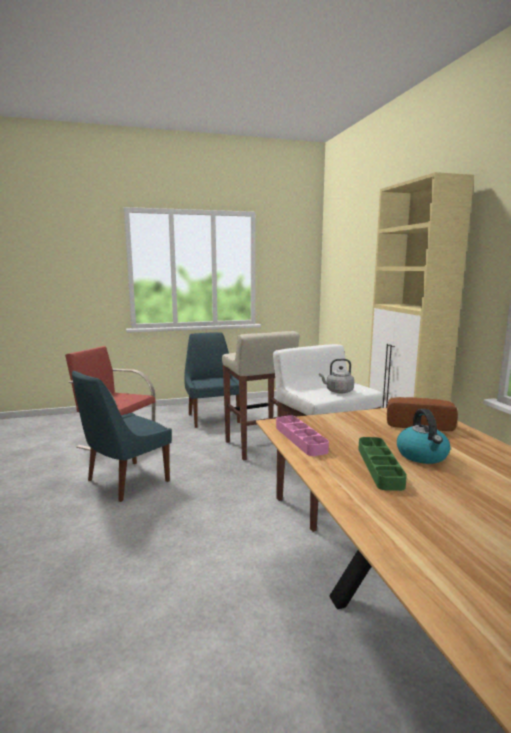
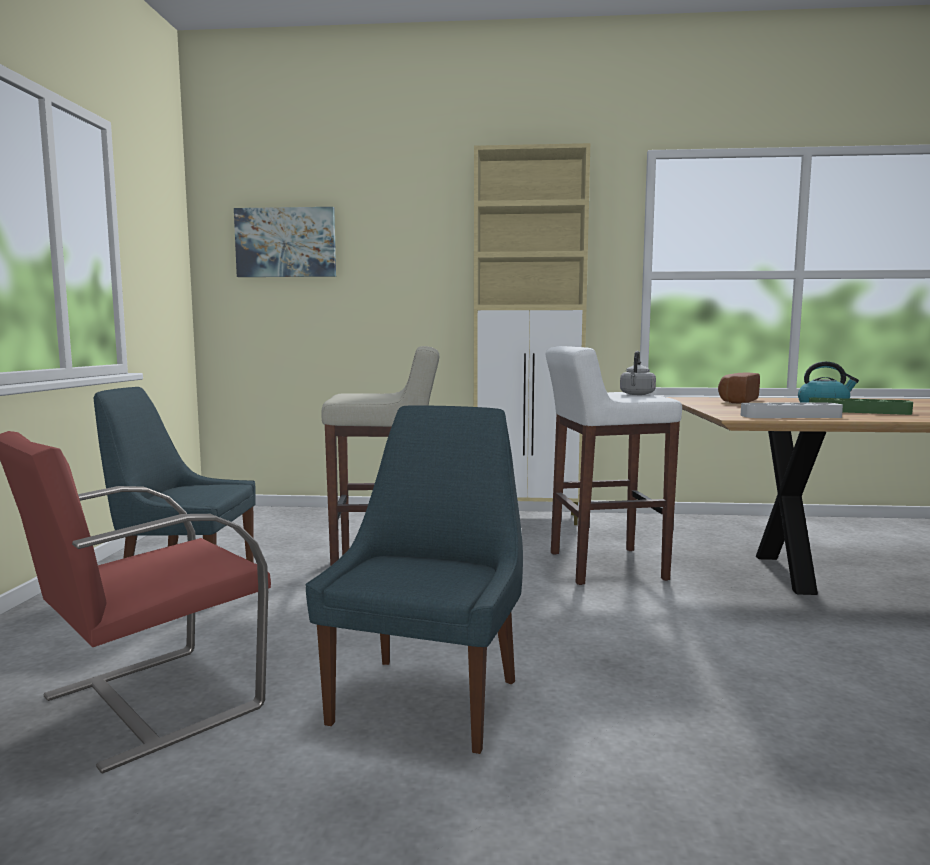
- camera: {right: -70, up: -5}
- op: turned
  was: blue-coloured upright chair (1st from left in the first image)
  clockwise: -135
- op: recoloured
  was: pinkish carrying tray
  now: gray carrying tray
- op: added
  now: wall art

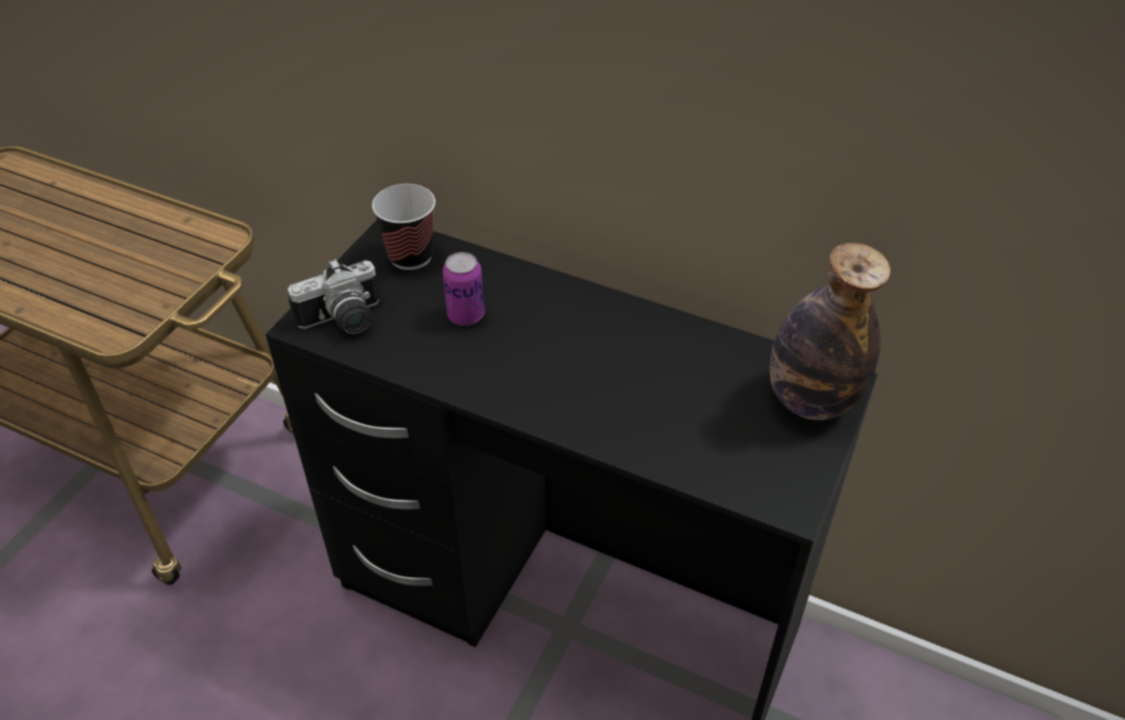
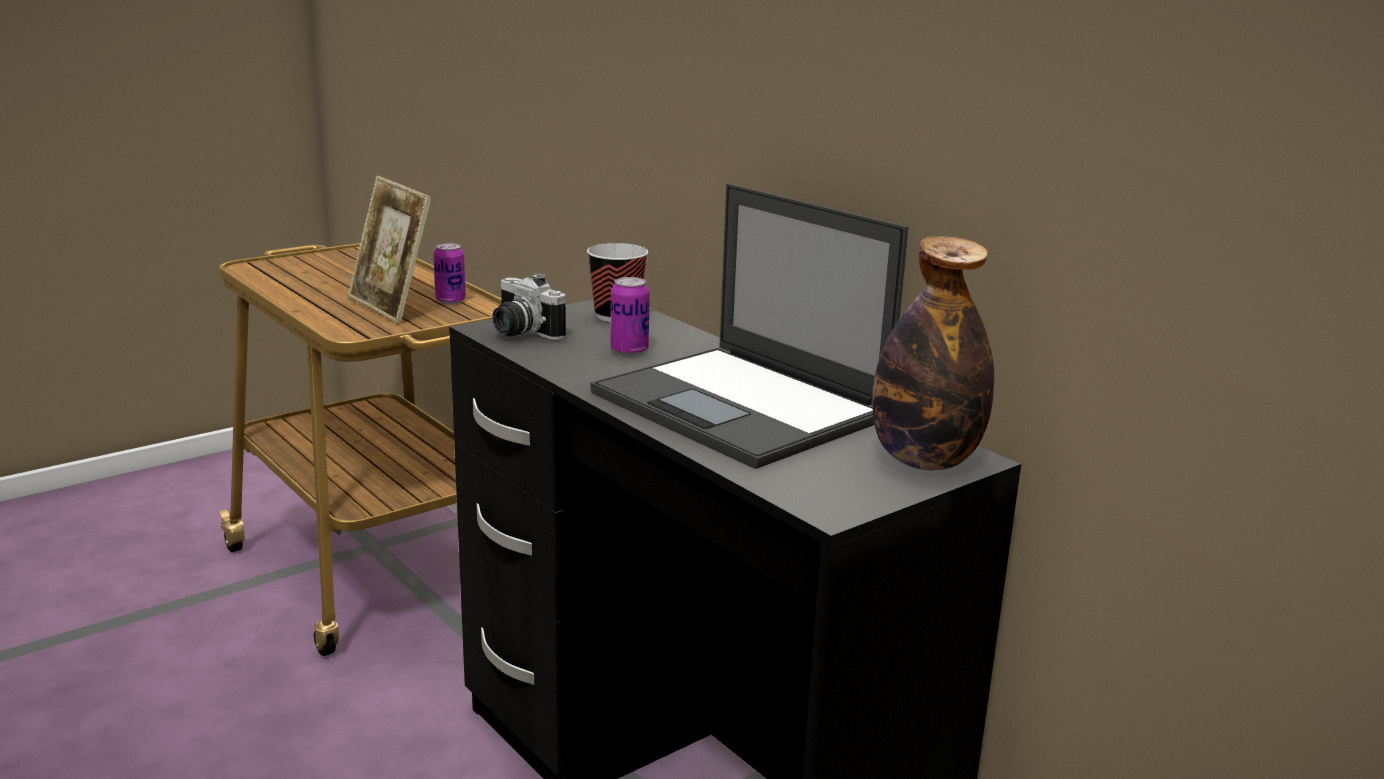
- camera: {right: 25, up: -25}
- op: turned
  was: still camera
  clockwise: 45
- op: added
  now: photo frame
- op: added
  now: notebook computer
- op: added
  now: can (1st from left)

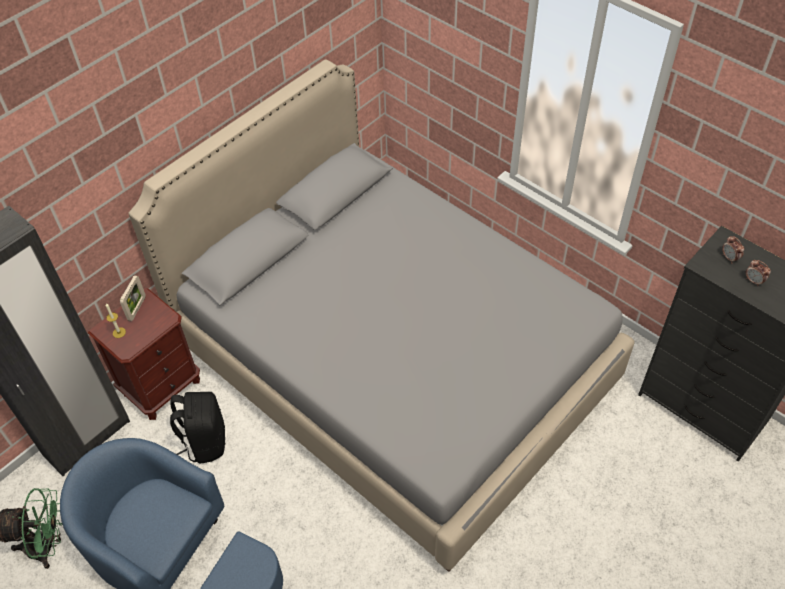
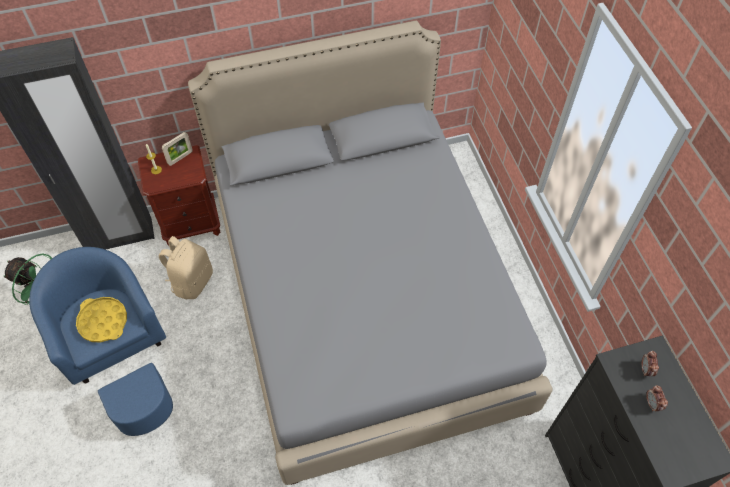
- camera: {right: 30, up: 5}
- op: recoloured
  was: black backpack
  now: beige-coloured backpack
- op: added
  now: yellow-coloured carrying tray

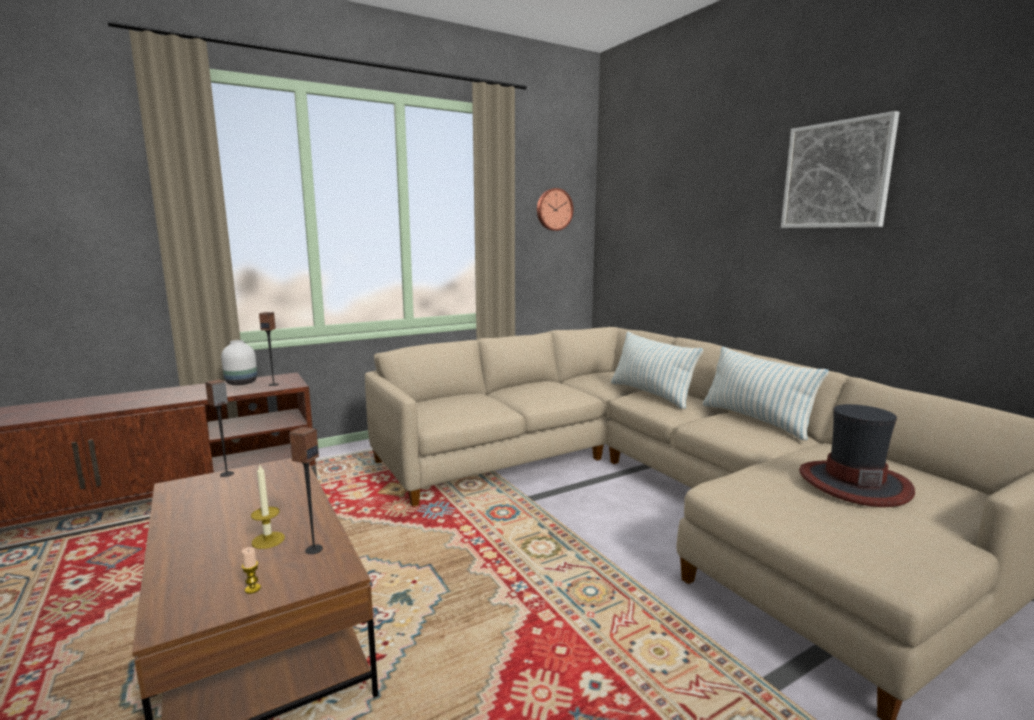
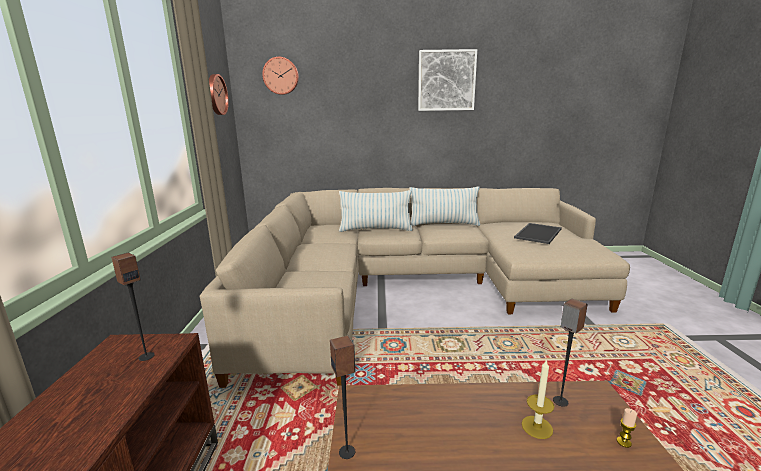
- camera: {right: -60, up: 5}
- op: removed
  was: white vase
- op: replaced
  was: hat
  now: carrying tray
- op: added
  now: wall clock (2nd from left)

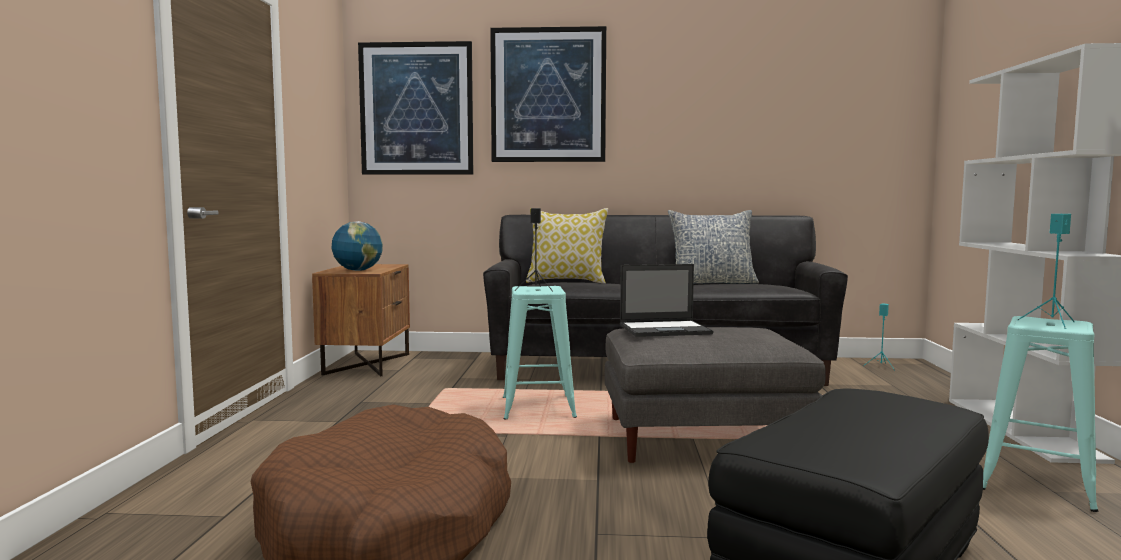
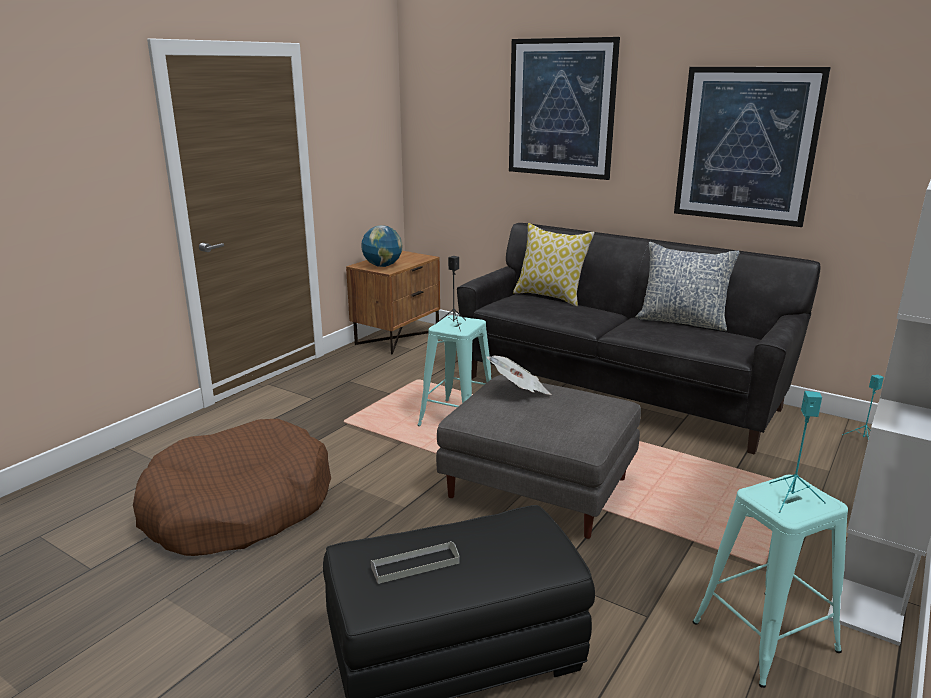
- camera: {right: 30, up: 15}
- op: moved
  was: wall art (1st from left in the first image)
  now: wall art (2nd from left)
- op: replaced
  was: notebook computer
  now: newspaper
- op: added
  now: gray carrying tray

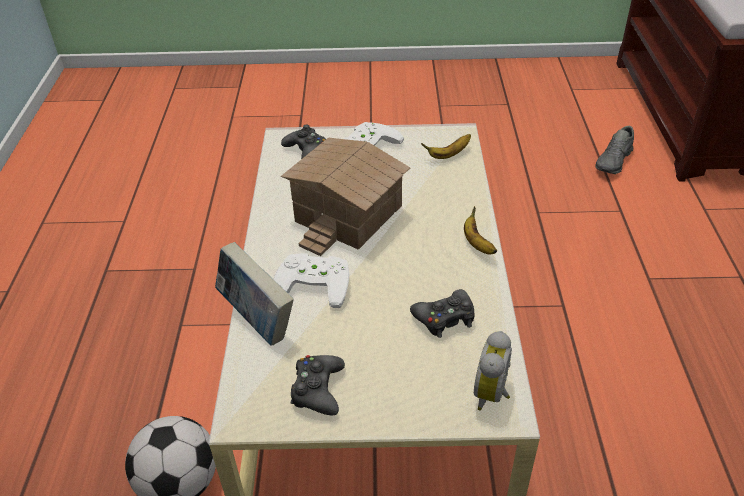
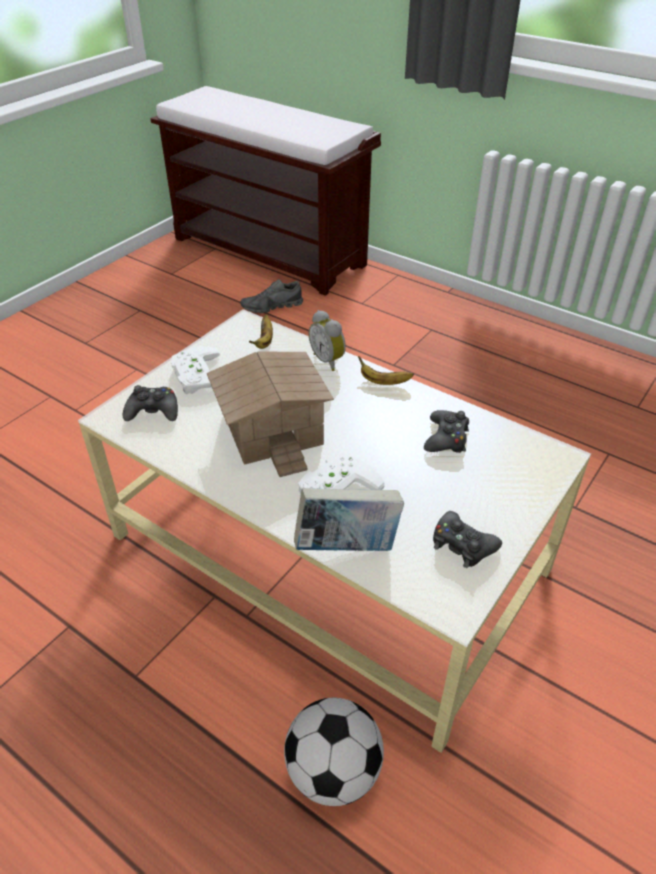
- camera: {right: -55, up: 0}
- op: turned
  was: gray low shoe
  clockwise: 90
- op: moved
  was: table clock

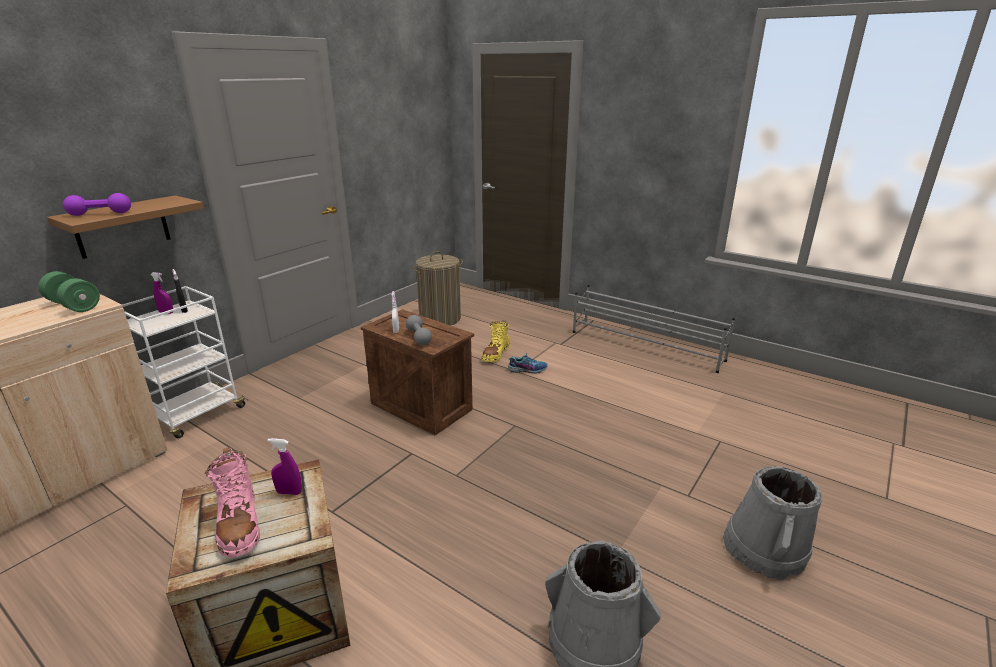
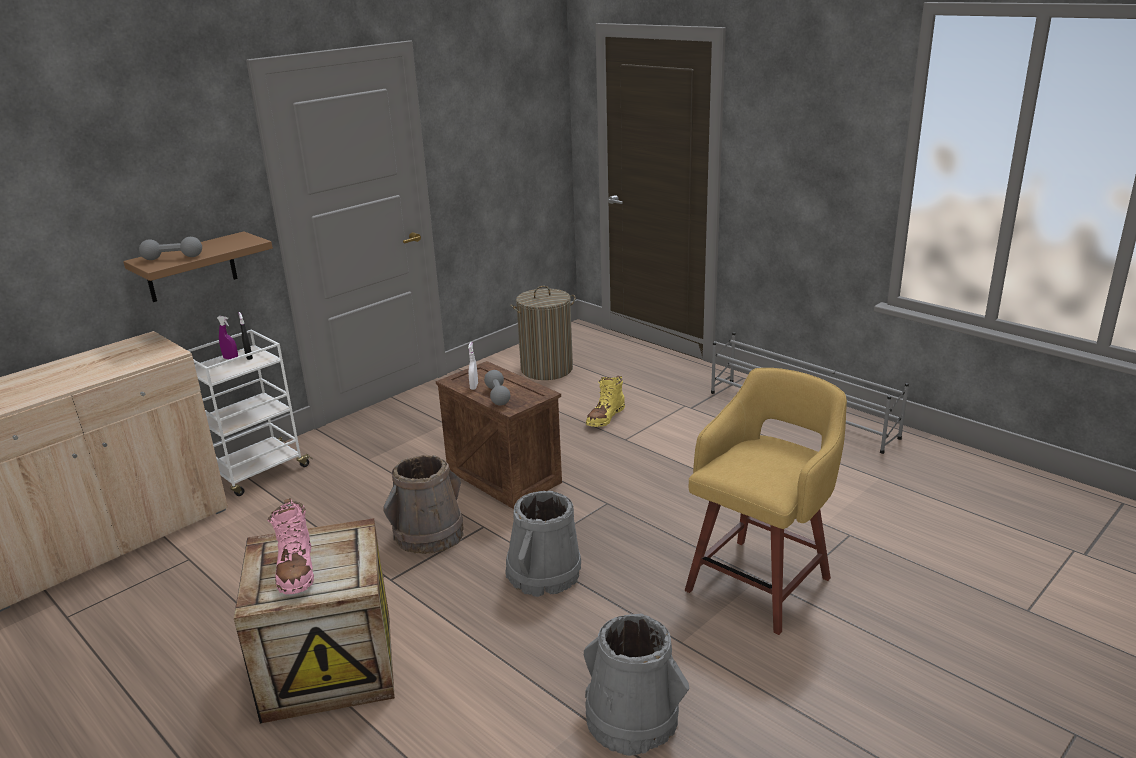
- camera: {right: 10, up: 0}
- op: recoloured
  was: purple-coloured hand weight
  now: gray hand weight (1st from left)
- op: removed
  was: greenish hand weight
- op: removed
  was: low shoe
- op: removed
  was: purple-coloured hand sprayer (2nd from left)
- op: moved
  was: gray pail (2nd from left in the first image)
  now: gray pail (1st from left)
- op: added
  now: yellow-coloured sitting stool
- op: added
  now: brown pail

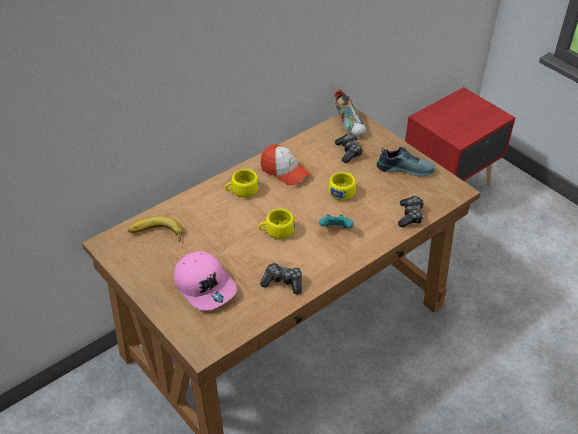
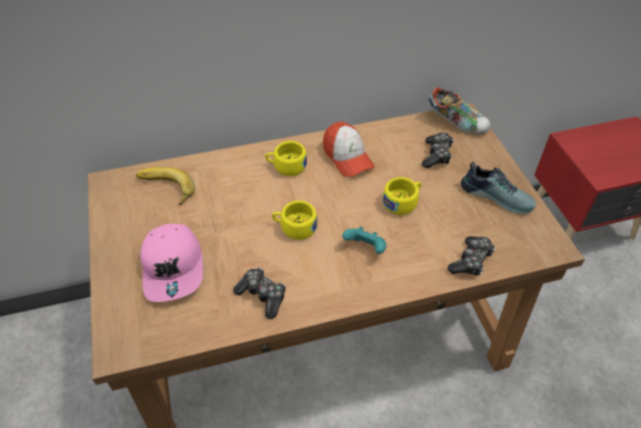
- camera: {right: 25, up: 5}
- op: turned
  was: low shoe (1st from left)
  clockwise: -60

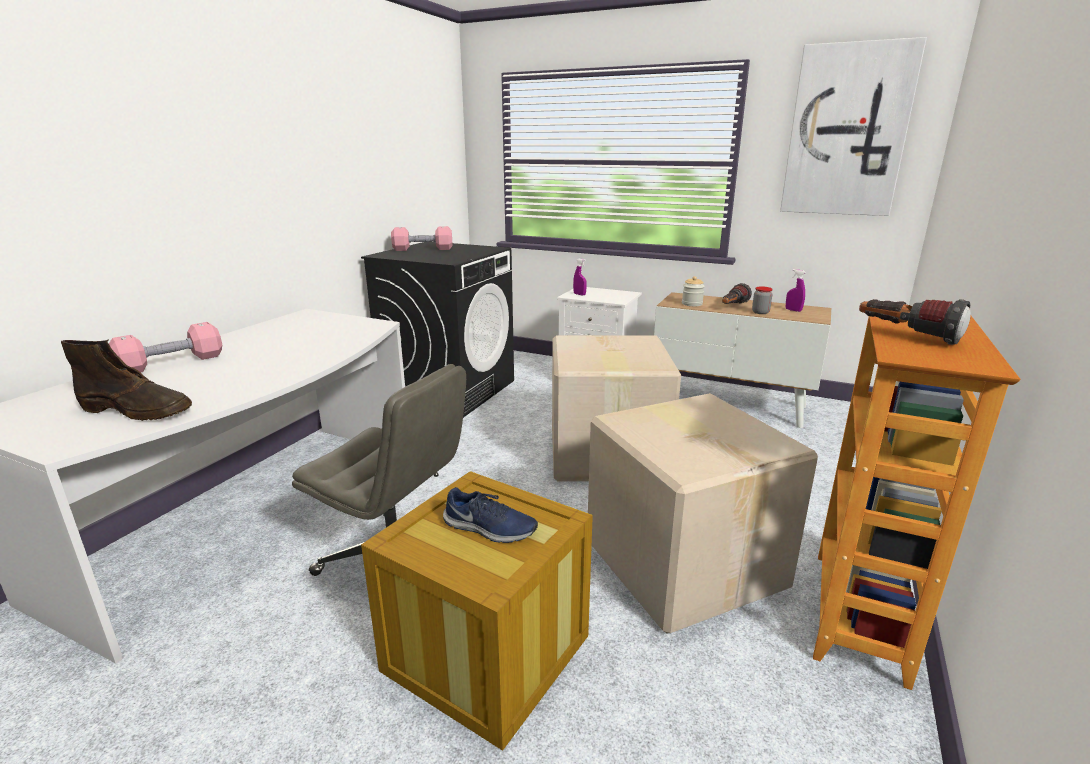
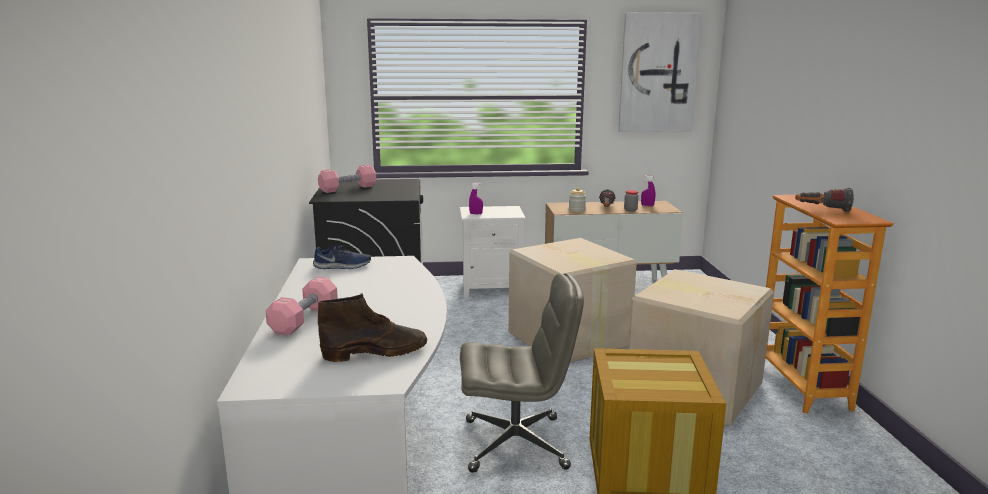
- camera: {right: -30, up: -5}
- op: moved
  was: blue-coloured low shoe

